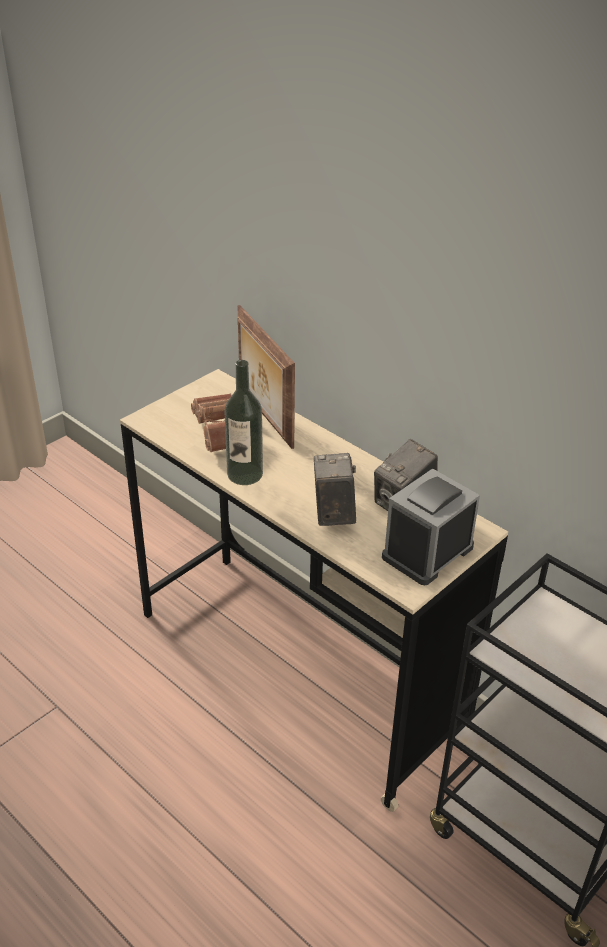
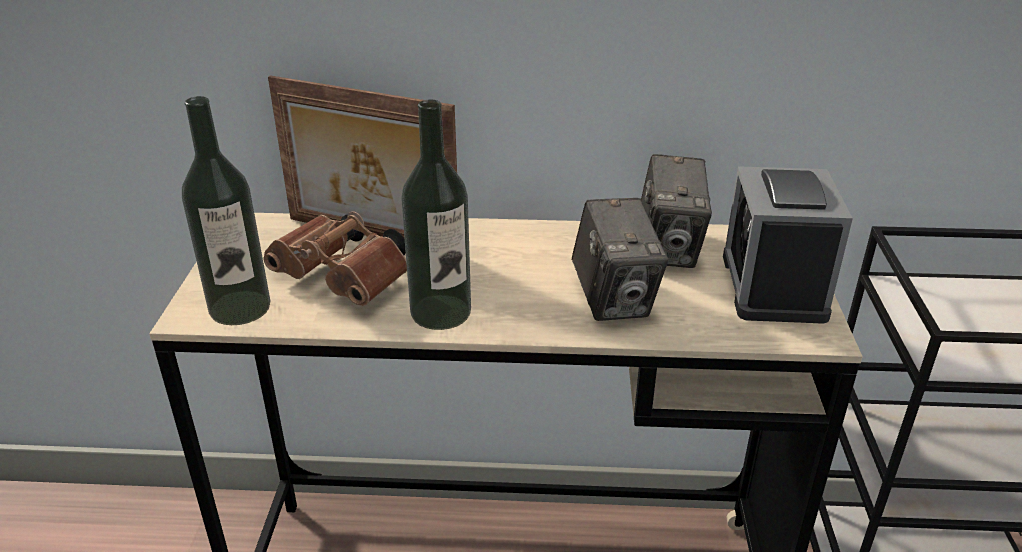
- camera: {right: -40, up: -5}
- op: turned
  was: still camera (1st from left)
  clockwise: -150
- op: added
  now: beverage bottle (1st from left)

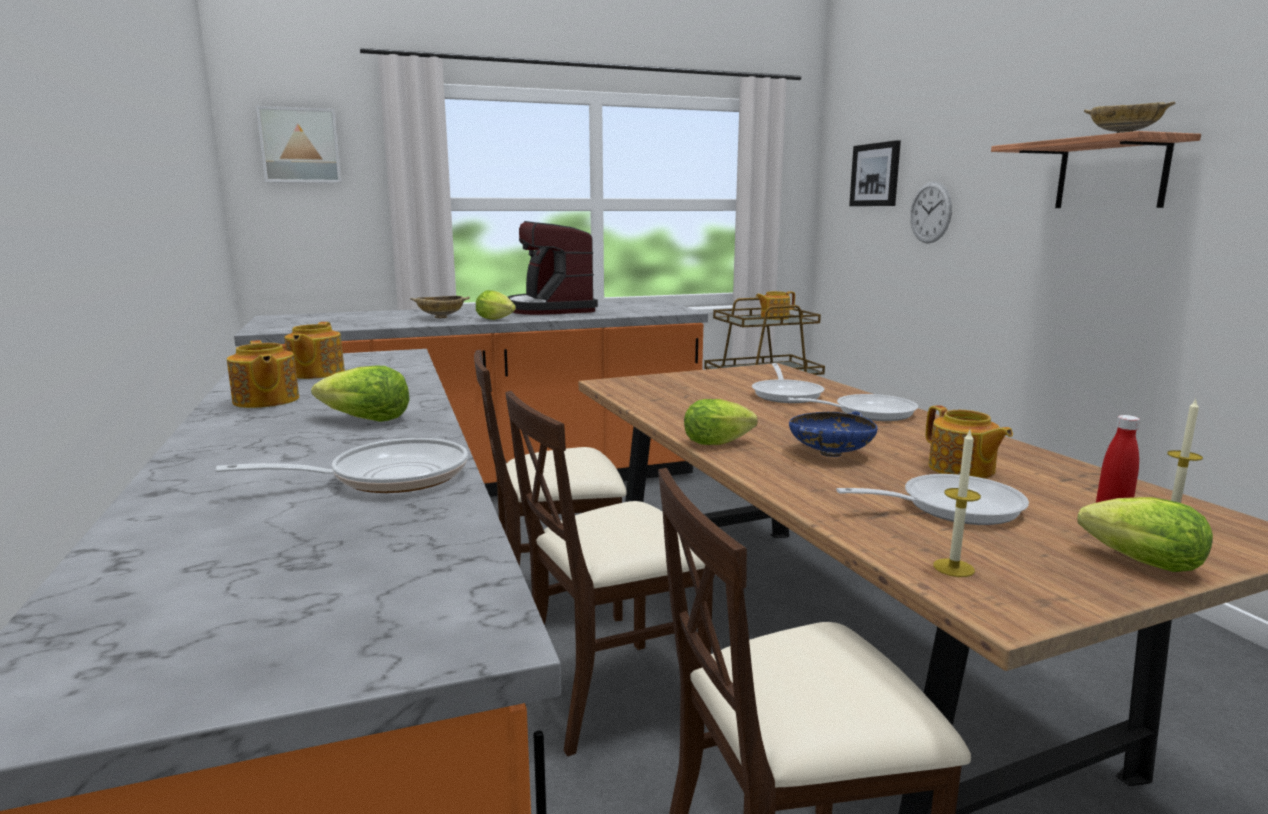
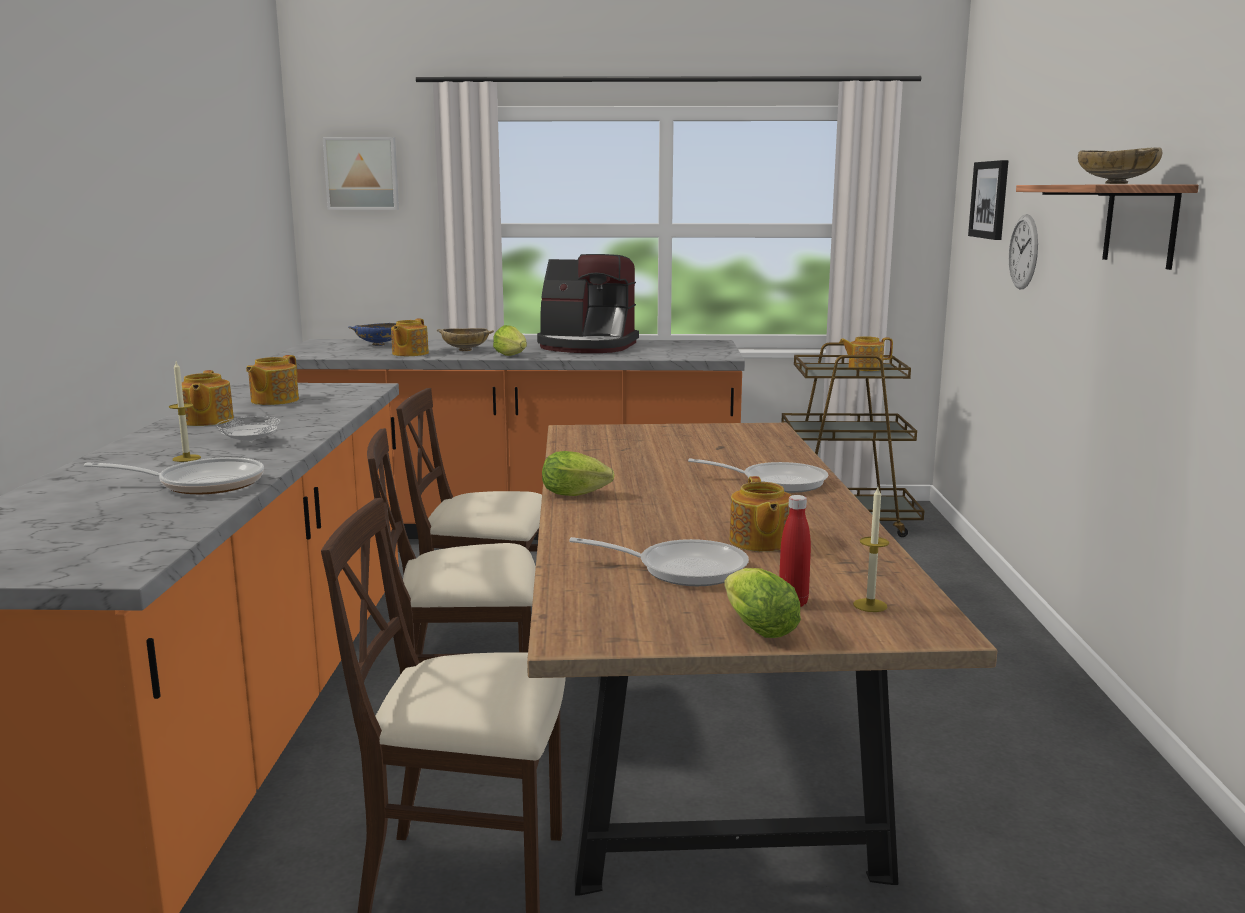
- camera: {right: 20, up: 0}
- op: turned
  was: coffee brewer
  clockwise: -75
- op: removed
  was: skillet (2nd from left)
- op: replaced
  was: lettuce (1st from left)
  now: white plate
- op: moved
  was: blue-coloured deep dish
- op: moved
  was: candle (1st from left)
- op: added
  now: pot for tea (3rd from left)

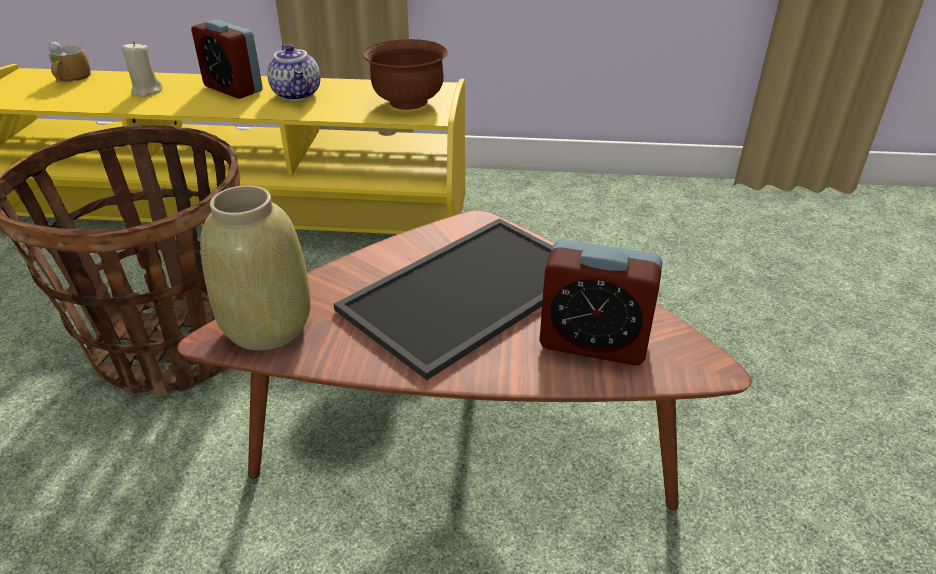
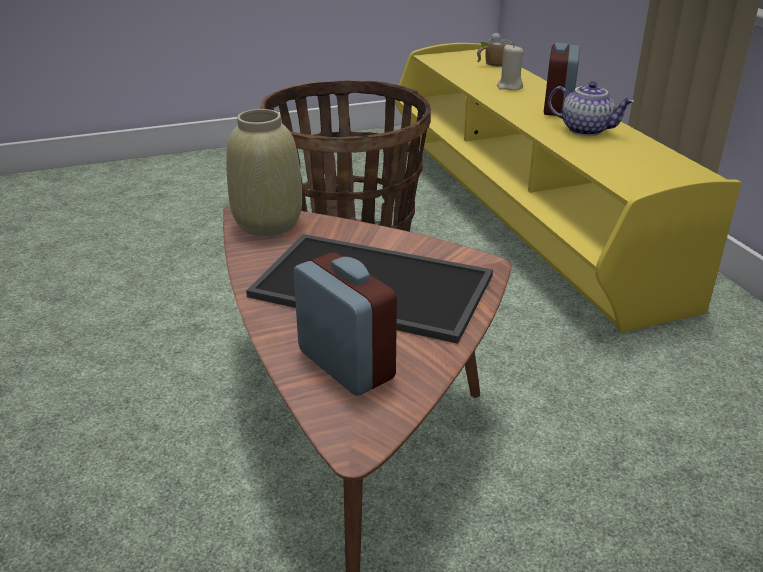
- camera: {right: 65, up: -5}
- op: removed
  was: brown deep dish
- op: turned
  was: pot for tea
  clockwise: -105
- op: turned
  was: table clock (2nd from left in the first image)
  clockwise: 150

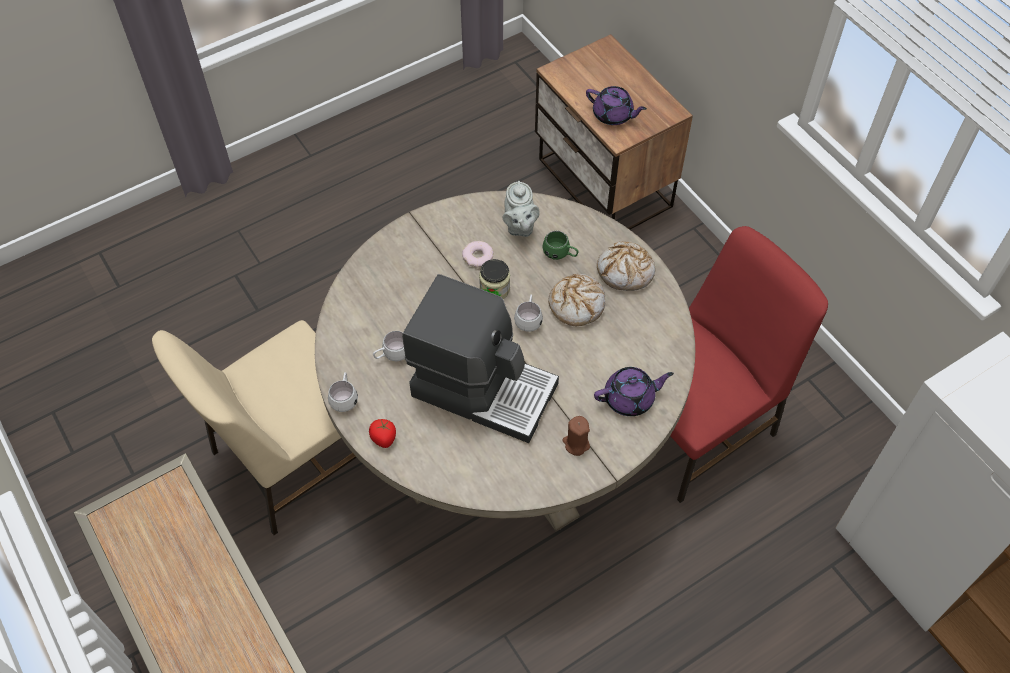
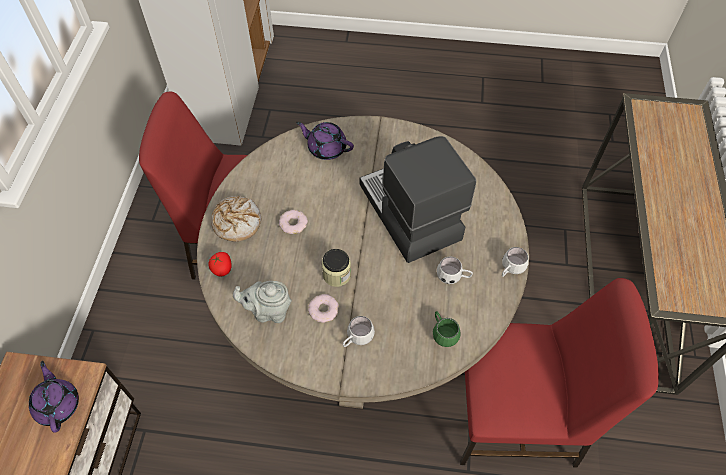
- camera: {right: -140, up: 0}
- op: turned
  was: gray pot for tea
  clockwise: -120
- op: moved
  was: greenish tea mug
- op: replaced
  was: baked bread (1st from left)
  now: donut (1st from left)
- op: moved
  was: white tea mug (3rd from left in the first image)
  now: white tea mug (1st from left)
- op: recoloured
  was: beige-coloured upright chair
  now: red upright chair (2nd from left)
- op: removed
  was: brown candle
- op: moved
  was: whole tomato

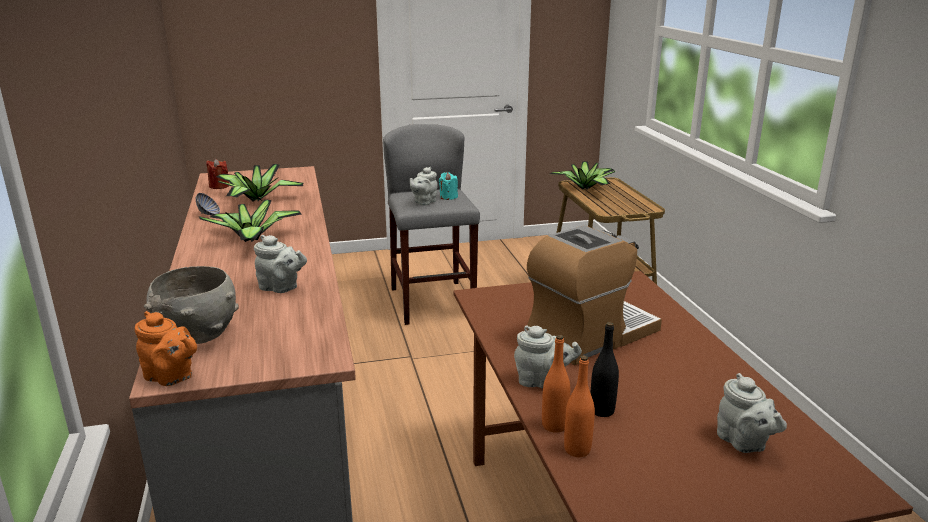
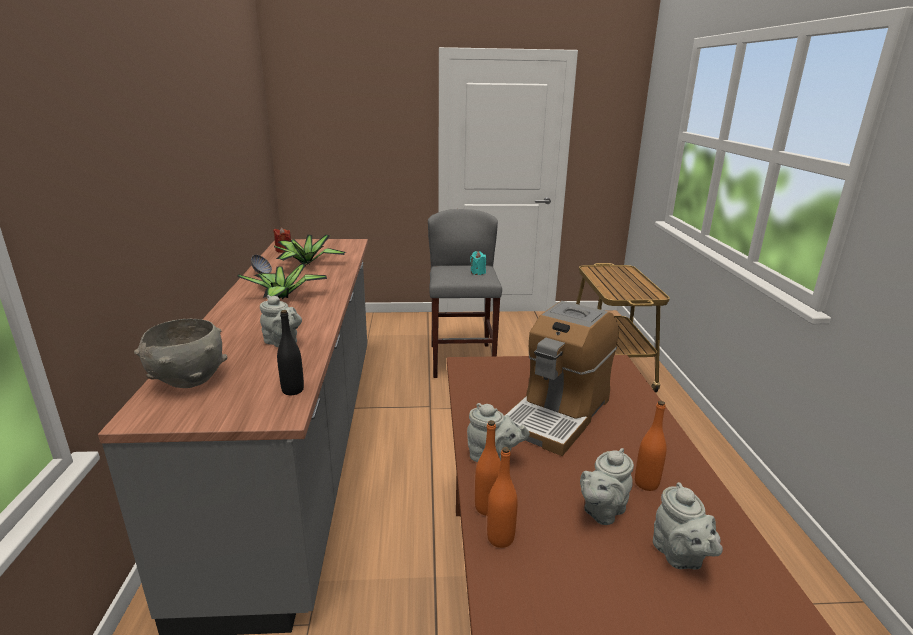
- camera: {right: 10, up: 0}
- op: removed
  was: houseplant (3rd from left)
- op: moved
  was: gray pot for tea (2nd from left in the first image)
  now: gray pot for tea (3rd from left)
- op: turned
  was: coffee brewer
  clockwise: 150
- op: removed
  was: orange pot for tea
- op: moved
  was: black beverage bottle
- op: added
  now: orange beverage bottle (3rd from left)

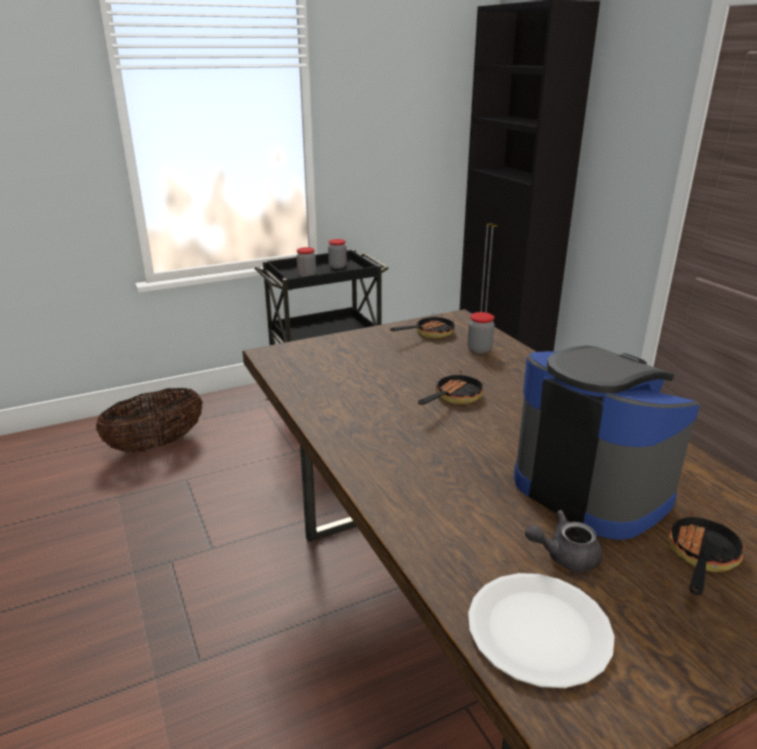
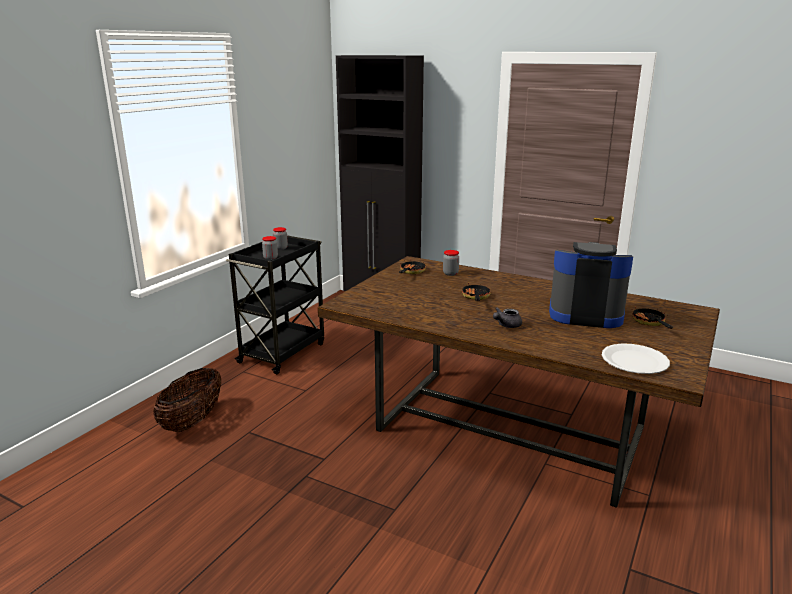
- camera: {right: -35, up: -5}
- op: moved
  was: gray pot for tea

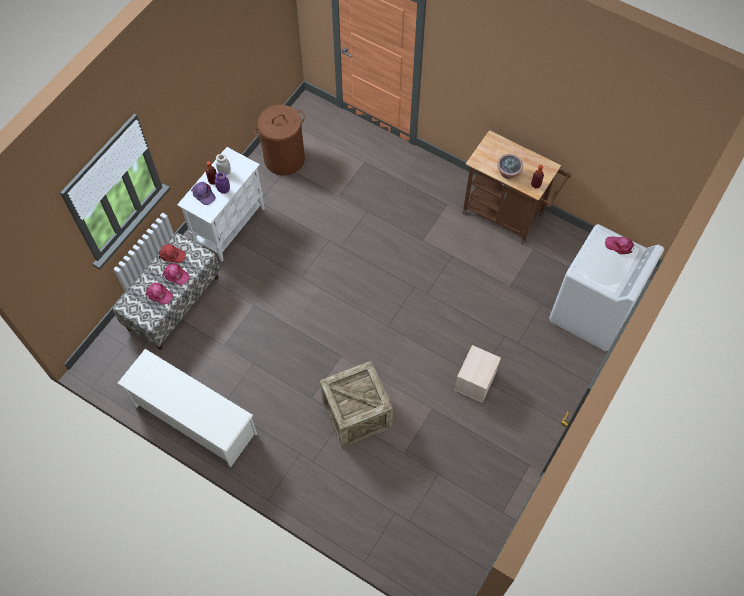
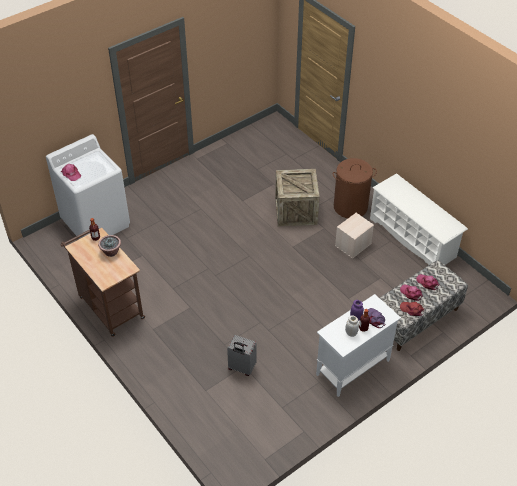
- camera: {right: -160, up: -15}
- op: moved
  was: brown washing basket
- op: moved
  was: beige-coloured storage bin
- op: added
  now: gray travel case

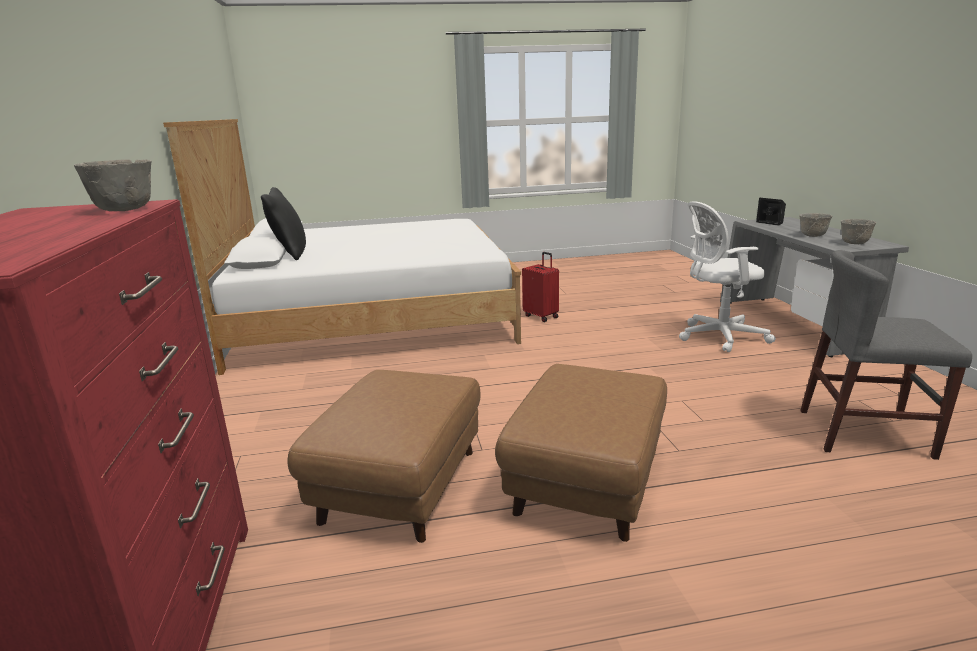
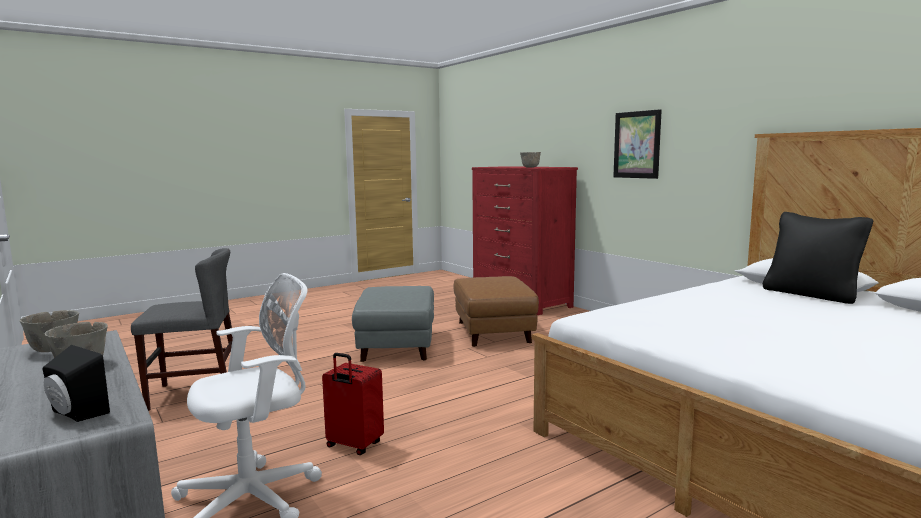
- camera: {right: 155, up: -10}
- op: moved
  was: red travel case
- op: recoloured
  was: brown pouffe (2nd from left)
  now: gray pouffe
- op: added
  now: wall art

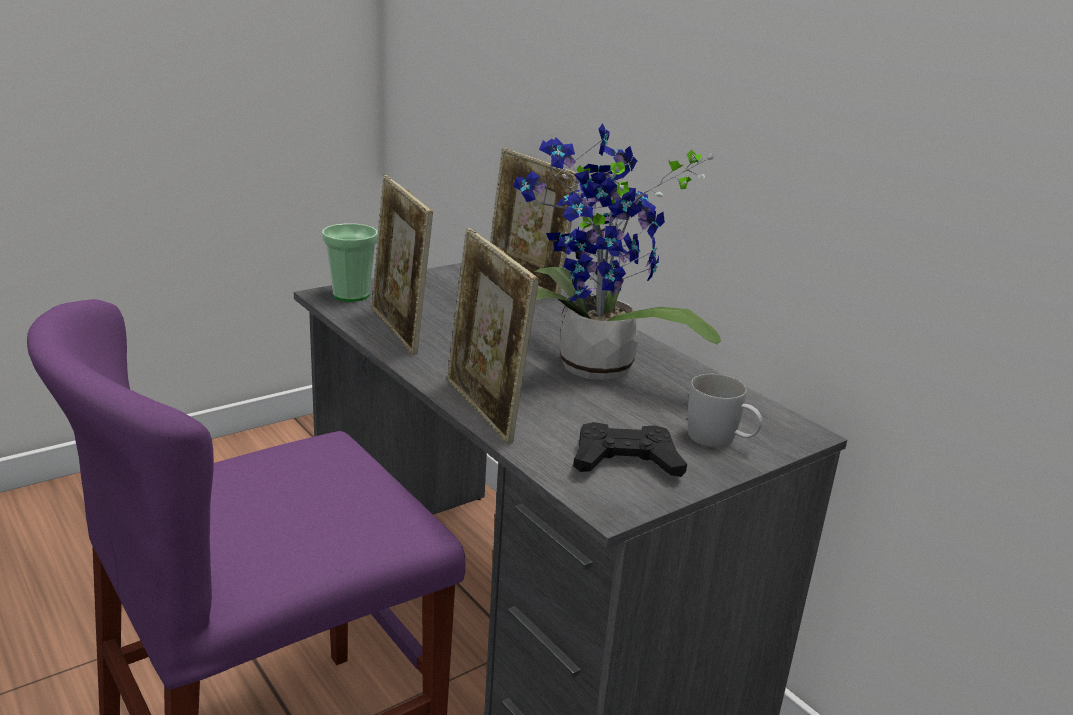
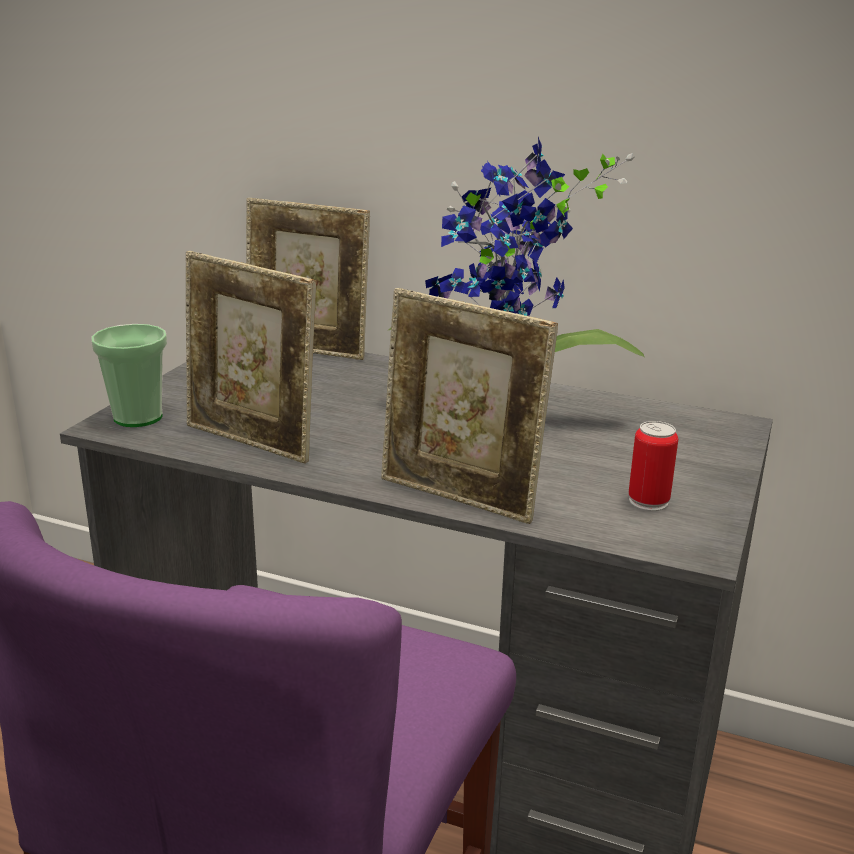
- camera: {right: -30, up: 0}
- op: removed
  was: white tea mug
- op: replaced
  was: black joypad
  now: can

